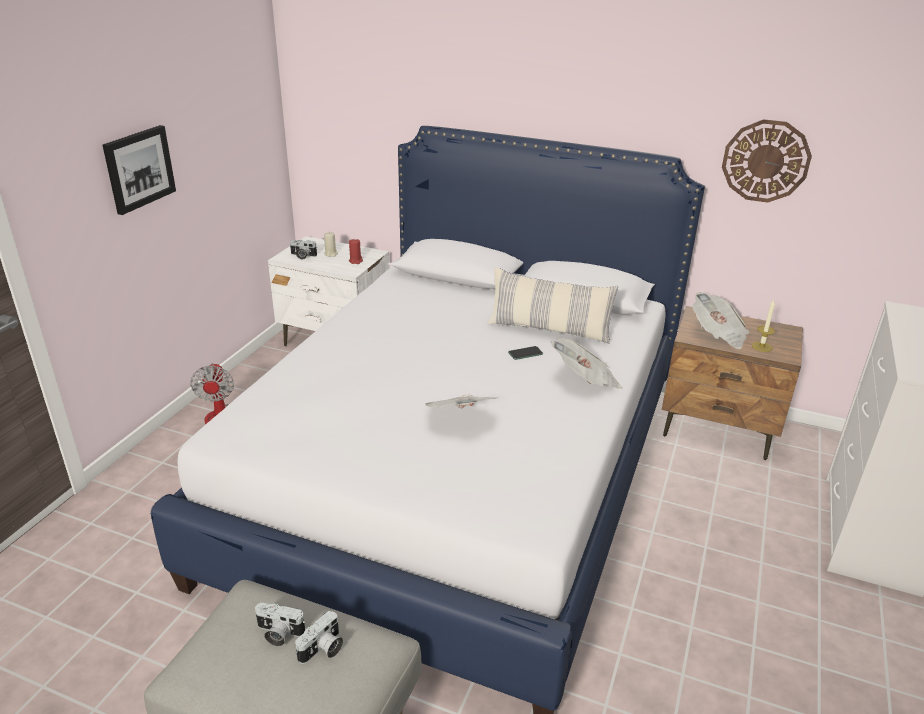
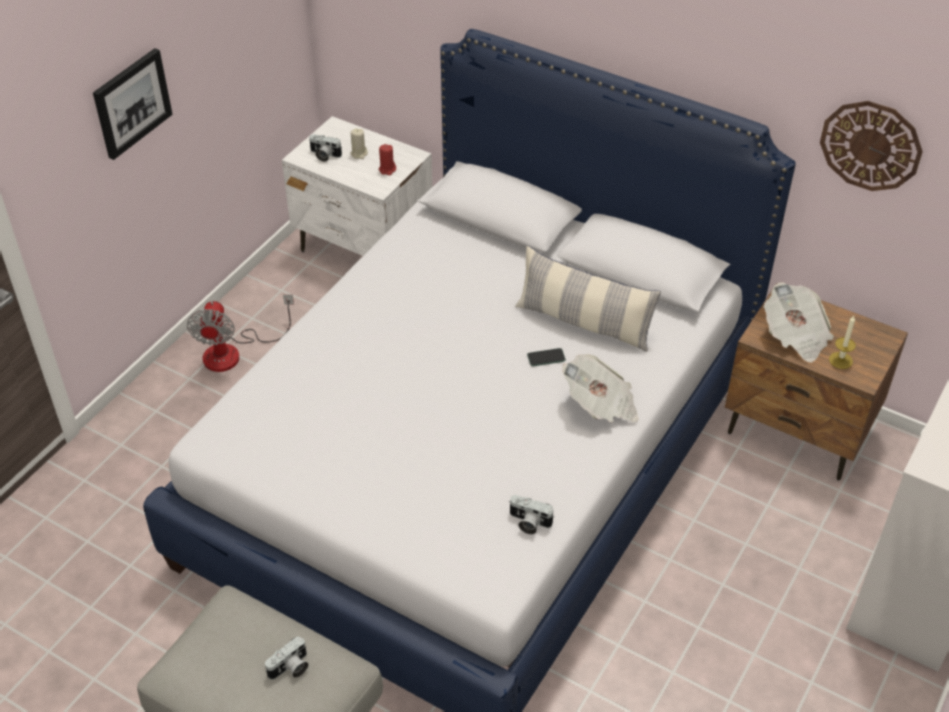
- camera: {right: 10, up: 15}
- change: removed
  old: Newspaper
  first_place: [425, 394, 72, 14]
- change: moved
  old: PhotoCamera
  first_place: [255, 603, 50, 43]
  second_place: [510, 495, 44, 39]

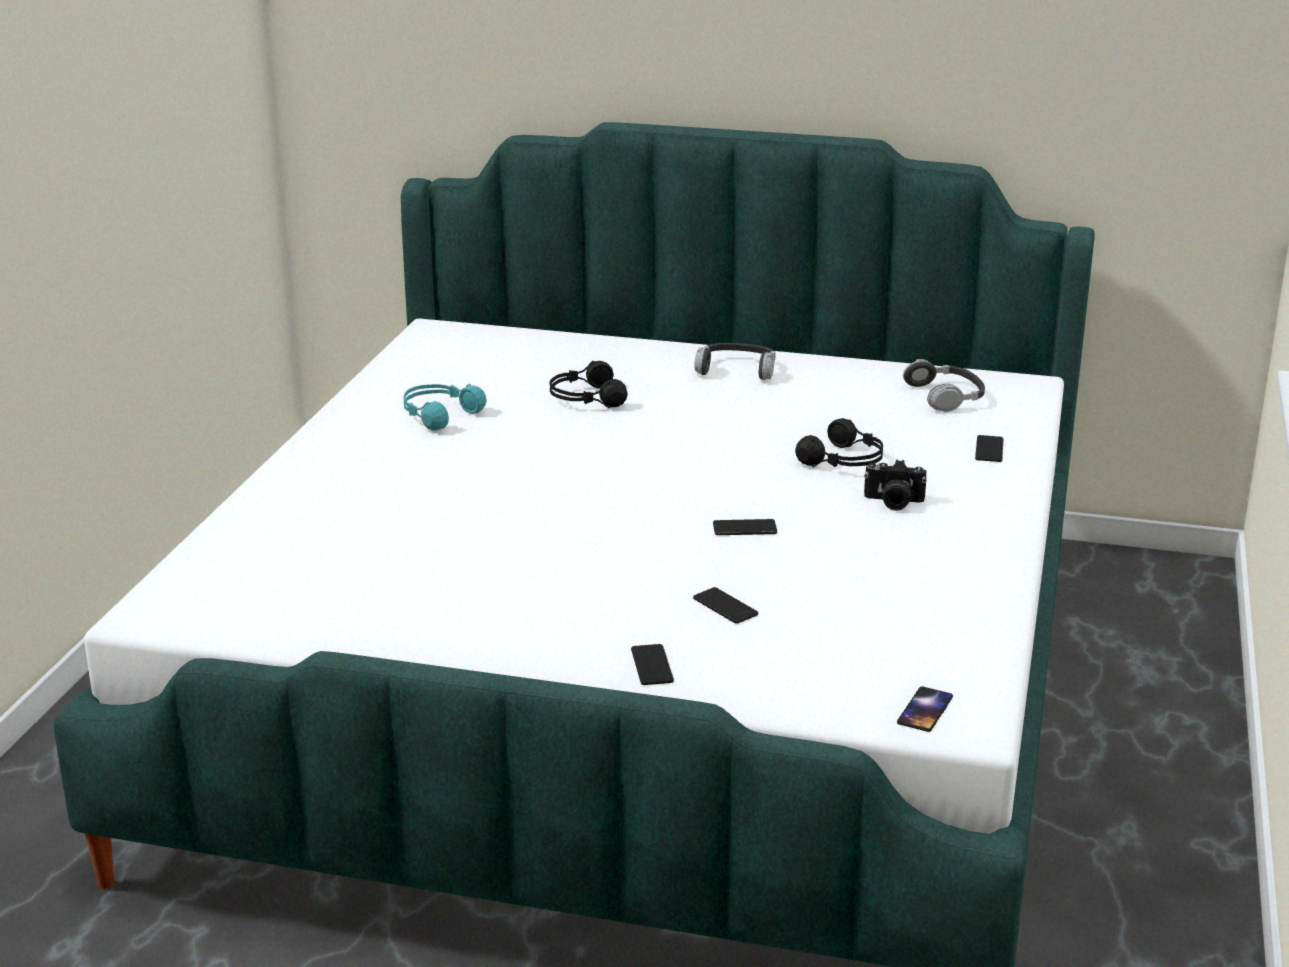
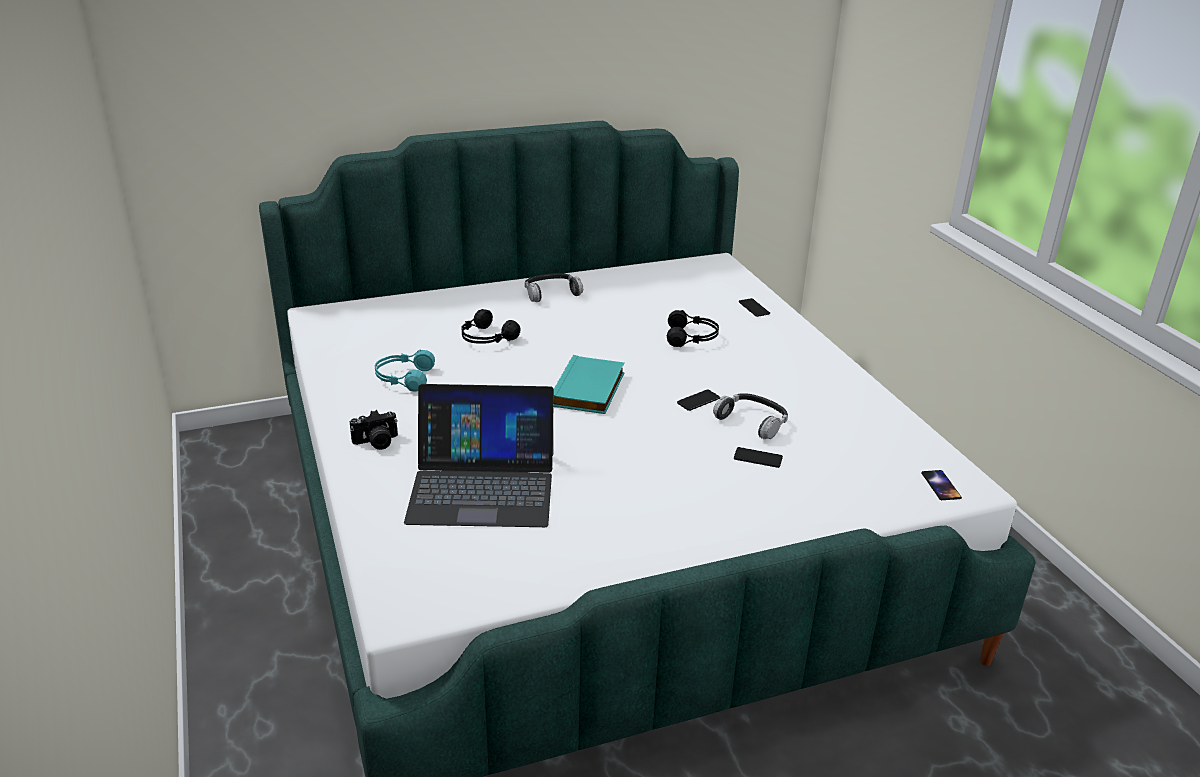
- camera: {right: -35, up: 5}
- change: moved
  old: Headphones
  first_place: [903, 359, 82, 53]
  second_place: [713, 393, 75, 46]
- change: moved
  old: PhotoCamera
  first_place: [864, 459, 63, 52]
  second_place: [350, 410, 48, 40]
- change: removed
  old: Phone
  first_place: [631, 644, 43, 41]
- change: added
  new: TurquoiseBook
  second_place: [553, 355, 72, 59]
- change: added
  new: Laptop
  second_place: [404, 384, 150, 143]

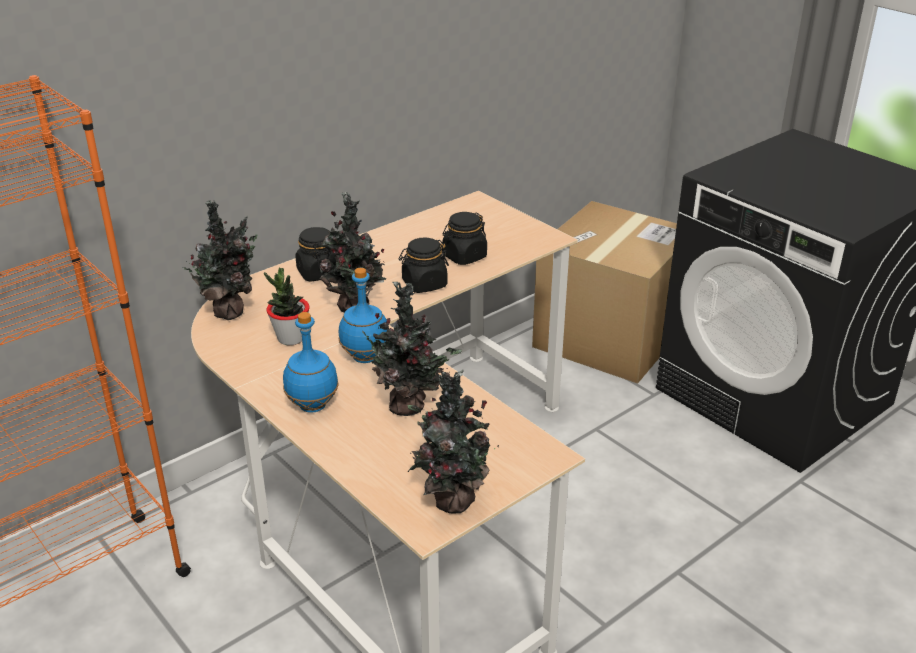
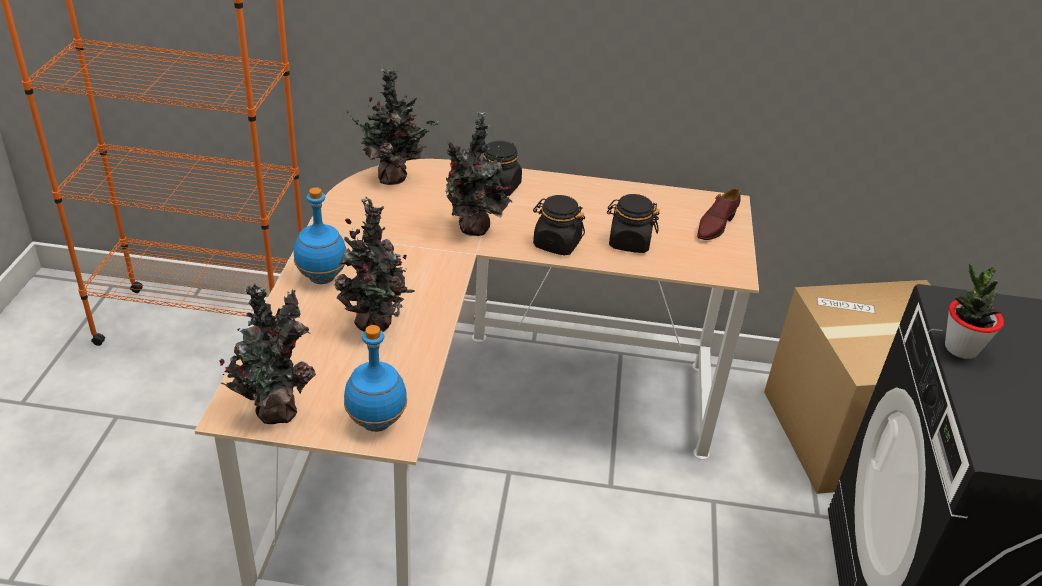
- camera: {right: 45, up: 5}
- change: moved
  old: PottedPlant
  first_place: [264, 268, 46, 77]
  second_place: [945, 263, 59, 96]
- change: moved
  old: BlueBottle
  first_place: [338, 268, 49, 95]
  second_place: [344, 325, 63, 107]
- change: added
  new: BrownShoe
  second_place: [697, 188, 44, 52]

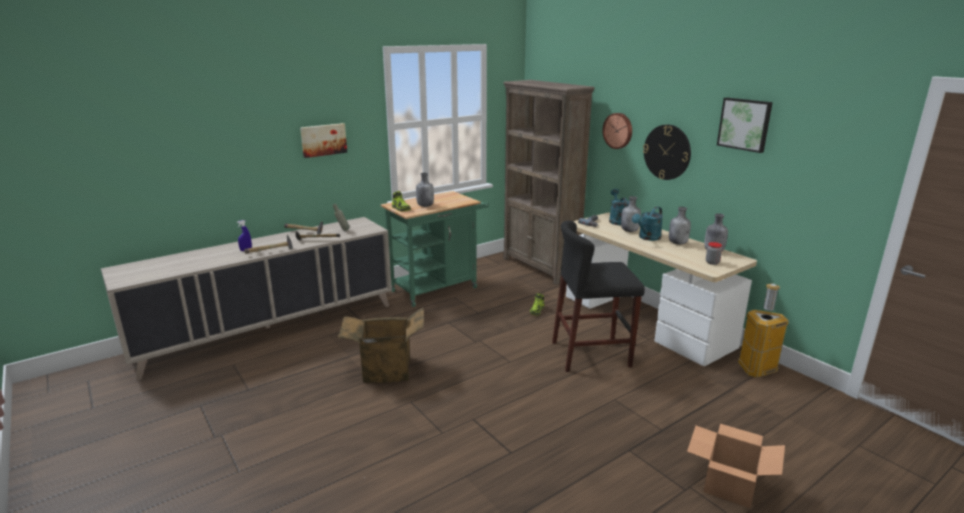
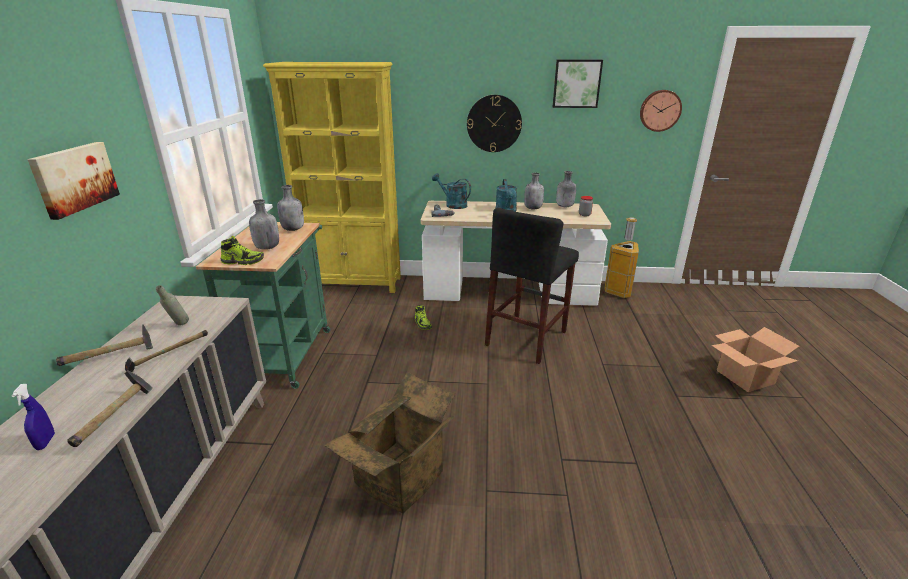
- camera: {right: -50, up: 5}
- change: recoloured
  old: BrownBookcase
  new: YellowBookcase
  first_place: [503, 80, 92, 204]
  second_place: [263, 62, 138, 231]
- change: moved
  old: WallClock
  first_place: [602, 113, 30, 36]
  second_place: [640, 90, 42, 42]
- change: moved
  old: GreyBottle
  first_place: [621, 196, 20, 36]
  second_place: [277, 185, 27, 46]

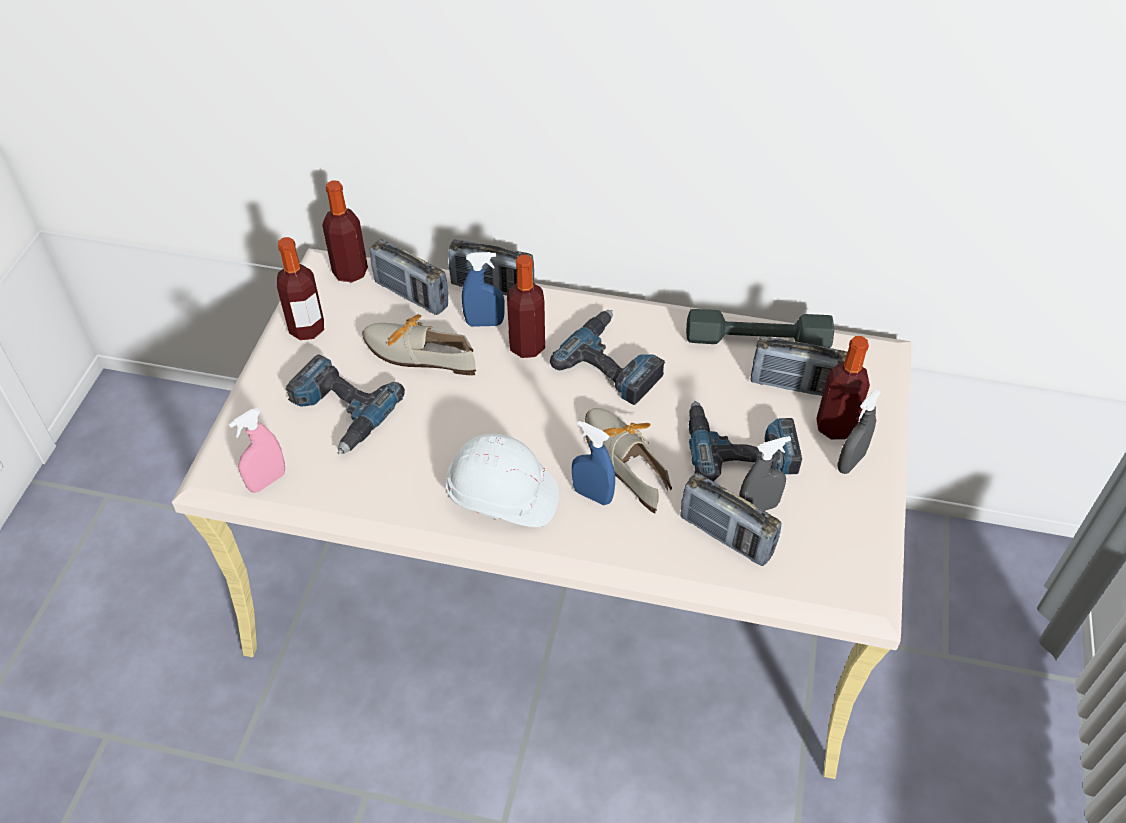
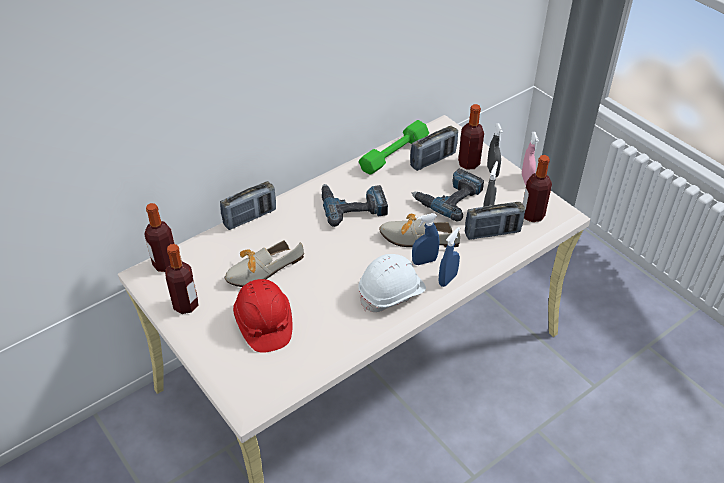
- camera: {right: -50, up: -5}
- change: removed
  old: Radio
  first_place: [370, 239, 78, 76]
- change: moved
  old: BlueSprayBottle
  first_place: [462, 252, 43, 75]
  second_place: [438, 227, 22, 60]
- change: moved
  old: Bottle
  first_place: [507, 255, 38, 103]
  second_place: [523, 155, 29, 67]
- change: recoloured
  old: GreyDumbbell
  new: GreenDumbbell
  first_place: [686, 309, 148, 39]
  second_place: [359, 120, 70, 55]
- change: replaced
  old: PowerDrill
  new: RedHardHat
  first_place: [285, 354, 120, 100]
  second_place: [233, 279, 60, 74]
- change: moved
  old: PinkSprayBottle
  first_place: [229, 408, 56, 85]
  second_place: [522, 132, 17, 53]

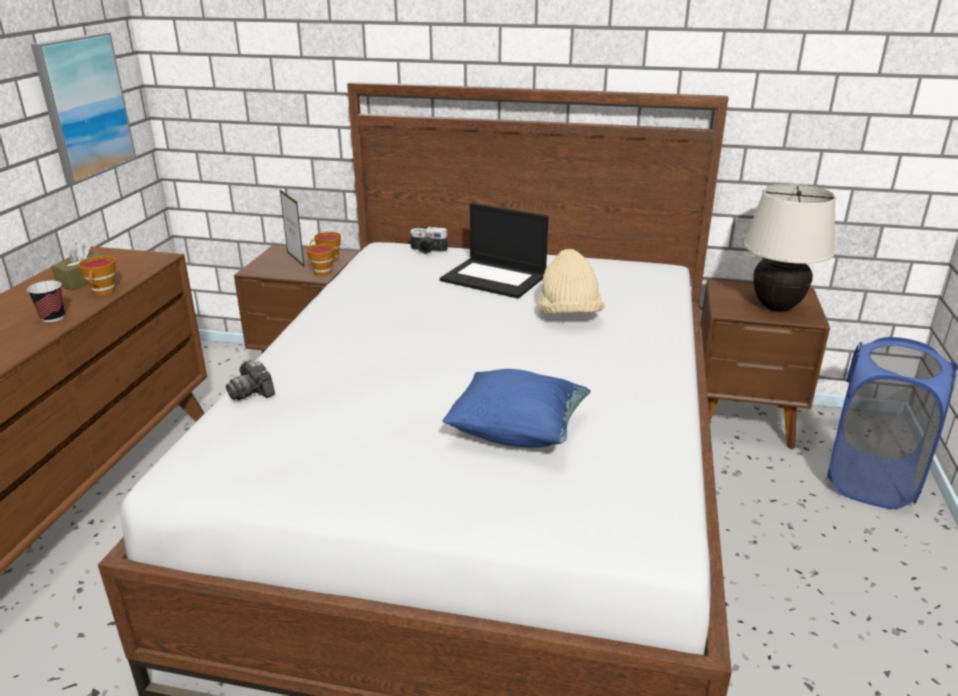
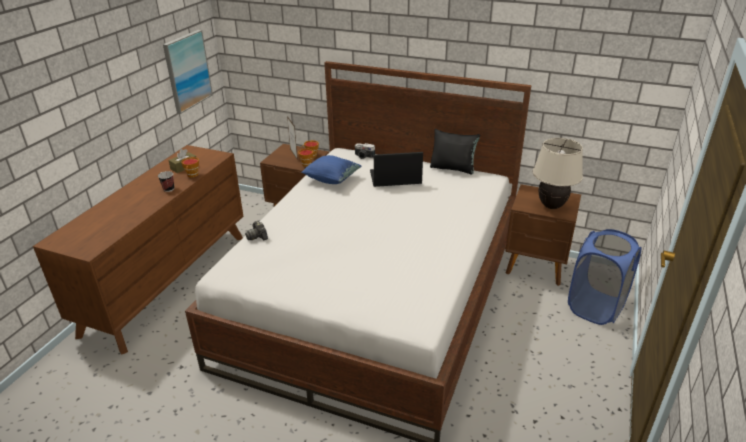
- camera: {right: 10, up: 5}
- change: turned
  old: Laptop
  first_place: [440, 203, 109, 95]
  second_place: [370, 152, 53, 35]
  degrees: 135
- change: removed
  old: BeigeHat
  first_place: [536, 249, 69, 65]
- change: moved
  old: BluePillow
  first_place: [442, 369, 148, 79]
  second_place: [302, 155, 60, 29]
- change: added
  new: BlackPillow
  second_place: [430, 129, 50, 46]

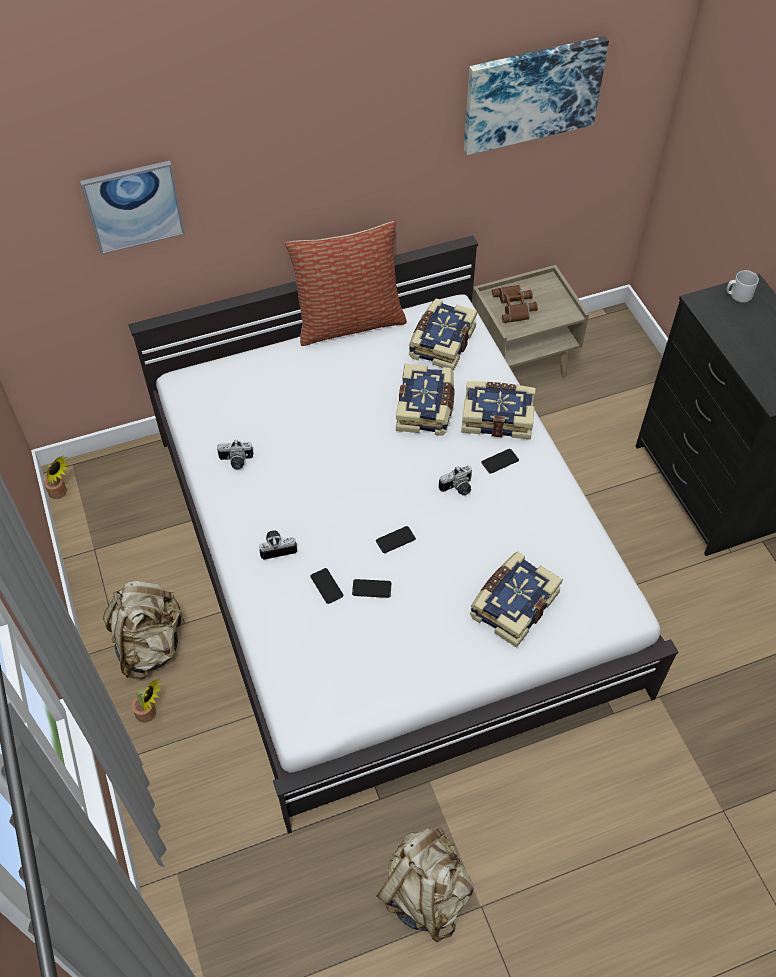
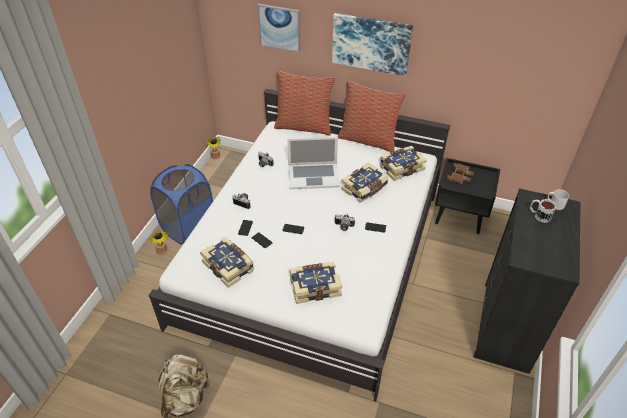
- camera: {right: 40, up: -10}
- change: moved
  old: Picture
  first_place: [464, 36, 145, 119]
  second_place: [332, 13, 81, 63]
- change: recoloured
  old: BeigeNightstand
  new: BlackNightstand
  first_place: [472, 265, 117, 113]
  second_place: [435, 158, 65, 76]
- change: moved
  old: Book
  first_place: [461, 381, 75, 59]
  second_place: [200, 237, 54, 51]
- change: replaced
  old: BeigeBackpack
  new: BlueLaundryBasket
  first_place: [103, 581, 83, 99]
  second_place: [150, 164, 63, 81]
- change: added
  new: Pillow
  second_place: [274, 71, 61, 64]
- change: added
  new: Laptop
  second_place: [287, 137, 53, 52]
- change: added
  new: Mug
  second_place: [530, 199, 27, 24]

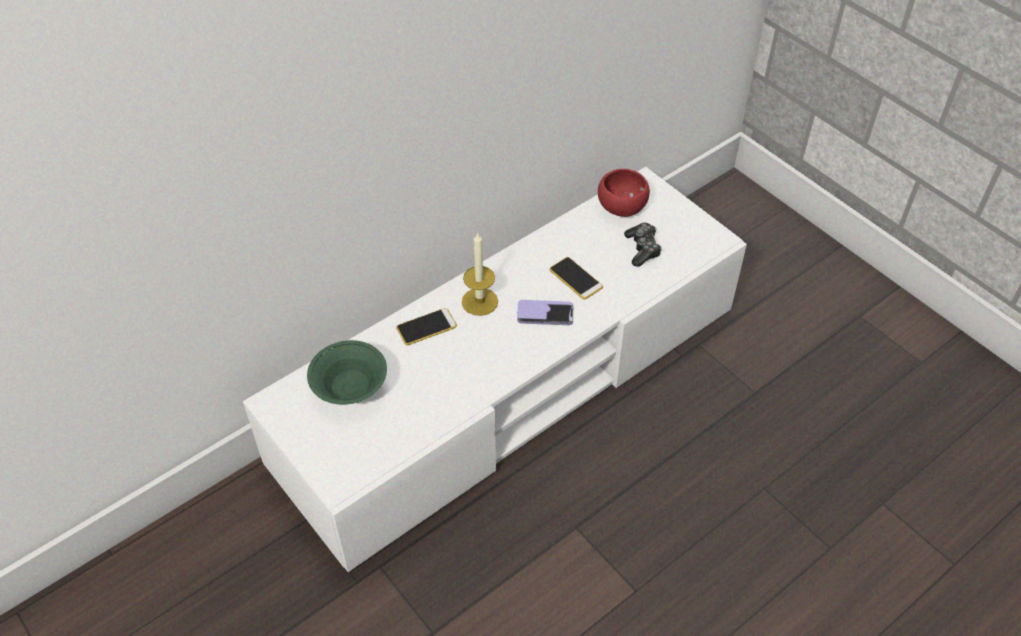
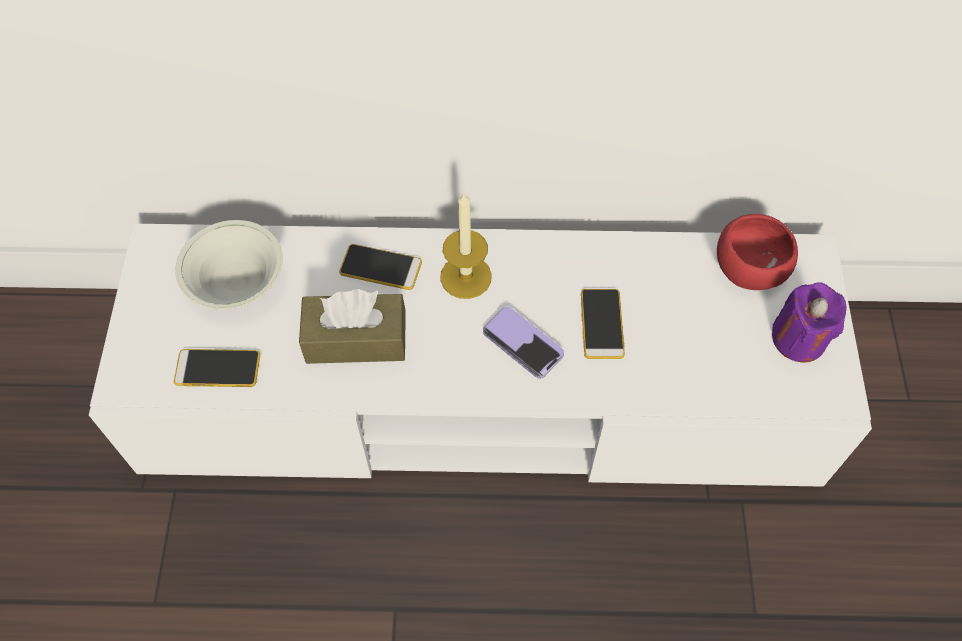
- camera: {right: 40, up: 10}
- change: removed
  old: GameController
  first_place: [624, 223, 38, 44]
- change: recoloured
  old: GreenBowl
  new: WhiteBowl
  first_place: [307, 340, 80, 65]
  second_place: [175, 220, 108, 90]
- change: added
  new: PurpleCandle
  second_place: [772, 282, 75, 80]
- change: added
  new: BrownTissueBox
  second_place: [299, 289, 106, 75]
- change: added
  new: Phone
  second_place: [174, 349, 86, 38]

